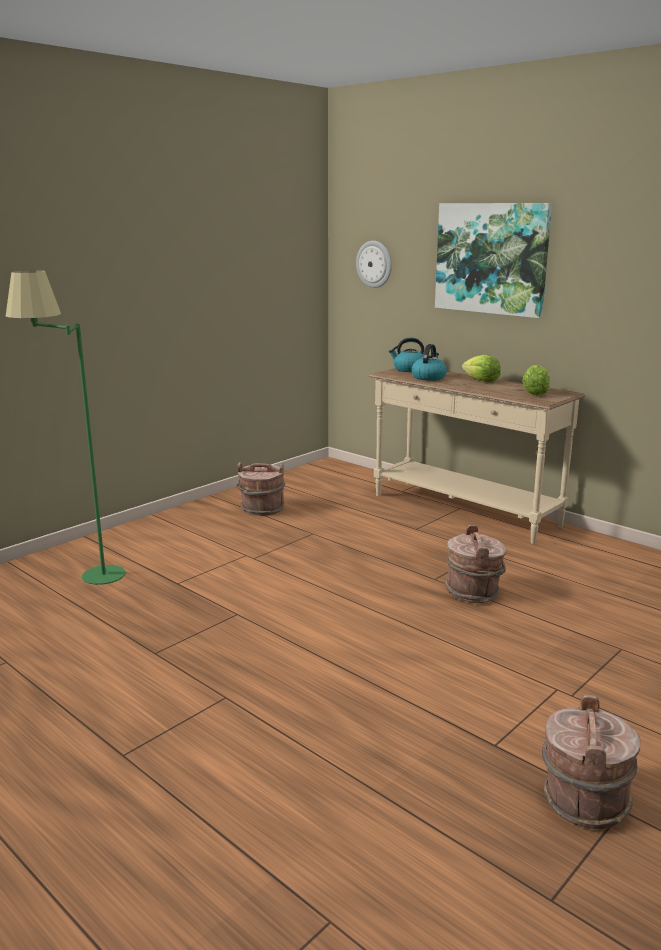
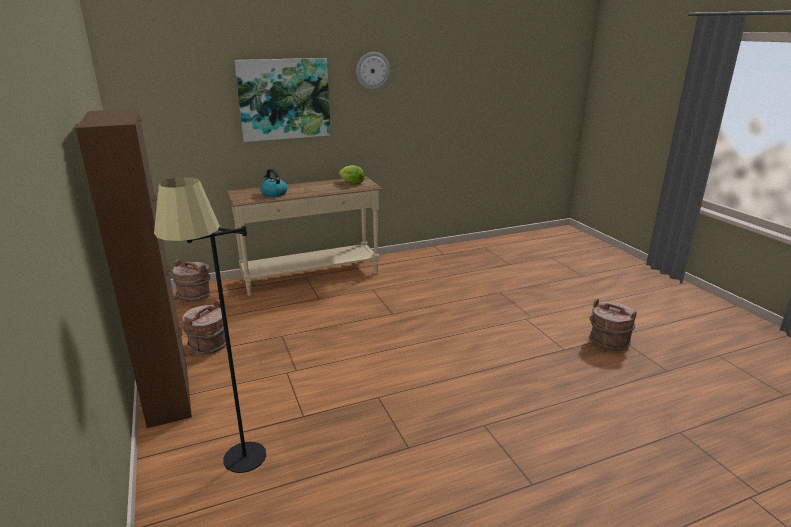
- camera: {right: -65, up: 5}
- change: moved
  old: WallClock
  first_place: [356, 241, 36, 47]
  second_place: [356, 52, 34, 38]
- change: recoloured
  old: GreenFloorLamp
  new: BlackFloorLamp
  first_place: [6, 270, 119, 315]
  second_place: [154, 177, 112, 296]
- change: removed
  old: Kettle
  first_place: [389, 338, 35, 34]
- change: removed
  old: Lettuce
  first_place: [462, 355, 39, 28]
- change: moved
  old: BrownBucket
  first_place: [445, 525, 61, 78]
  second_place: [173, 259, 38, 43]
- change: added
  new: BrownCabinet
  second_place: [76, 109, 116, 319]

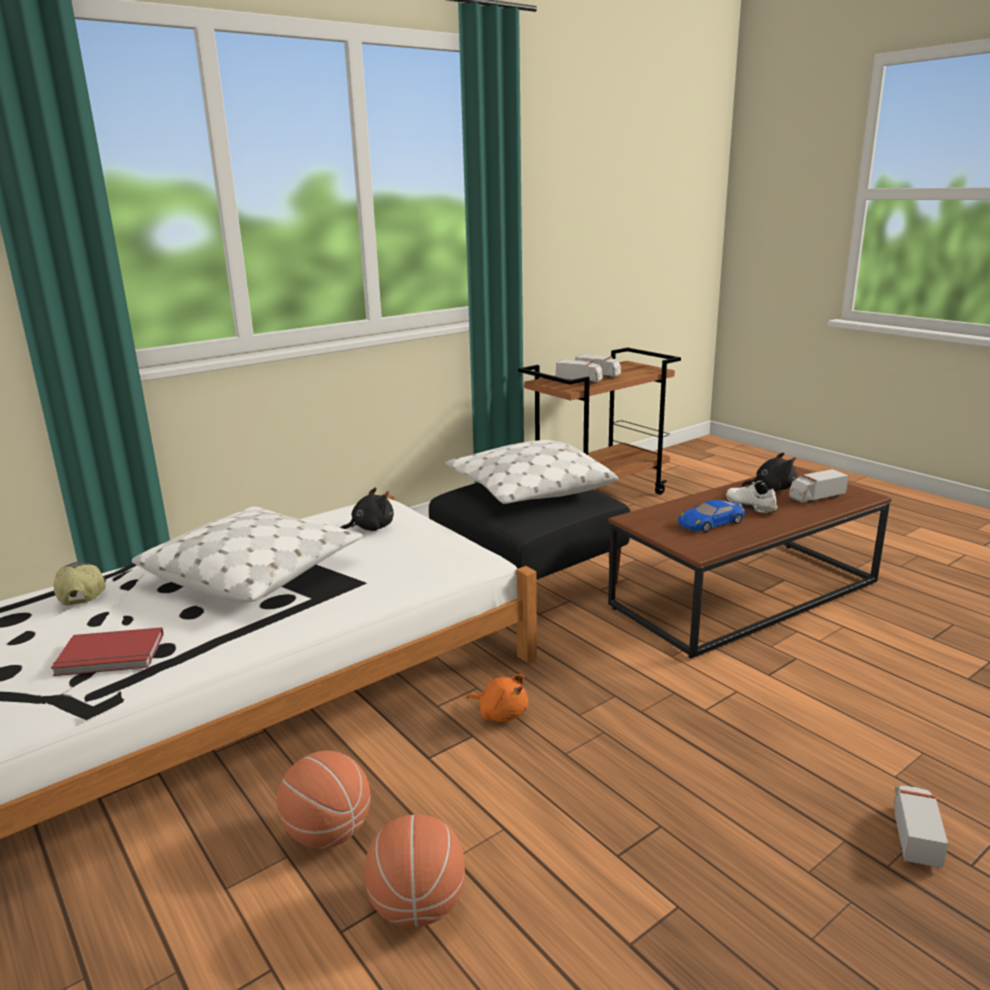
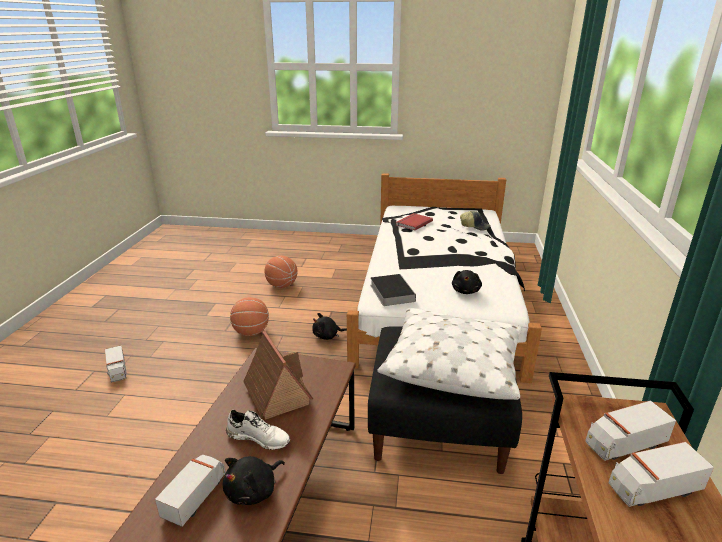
- camera: {right: 135, up: 5}
- change: replaced
  old: BlueToyCar
  new: ToyHouse
  first_place: [678, 500, 67, 33]
  second_place: [243, 331, 70, 89]
- change: removed
  old: WhitePillow
  first_place: [132, 506, 231, 96]
- change: recoloured
  old: OrangePlushToy
  new: BlackPlushToy
  first_place: [467, 674, 61, 48]
  second_place: [312, 313, 35, 27]
- change: moved
  old: Basketball
  first_place: [277, 751, 94, 98]
  second_place: [230, 297, 39, 39]
- change: added
  new: Book
  second_place: [370, 274, 46, 32]

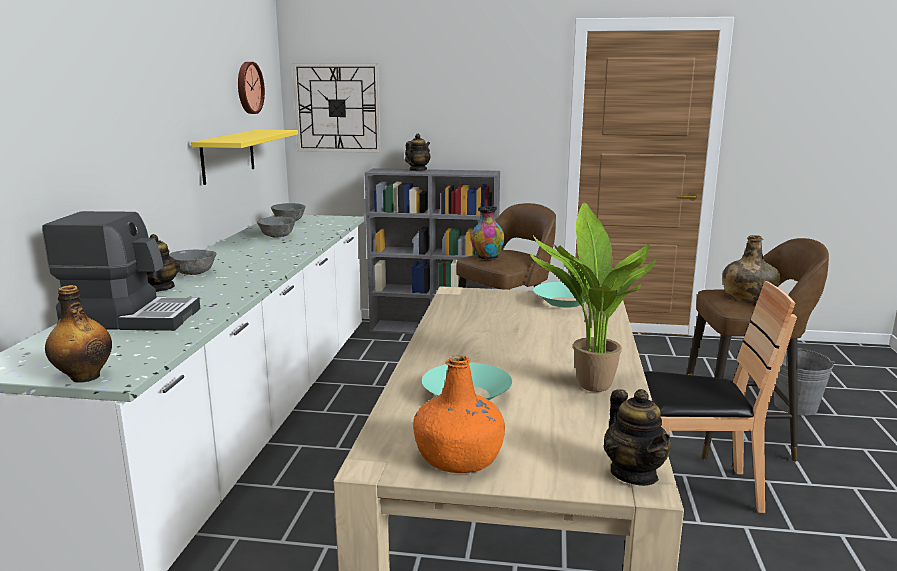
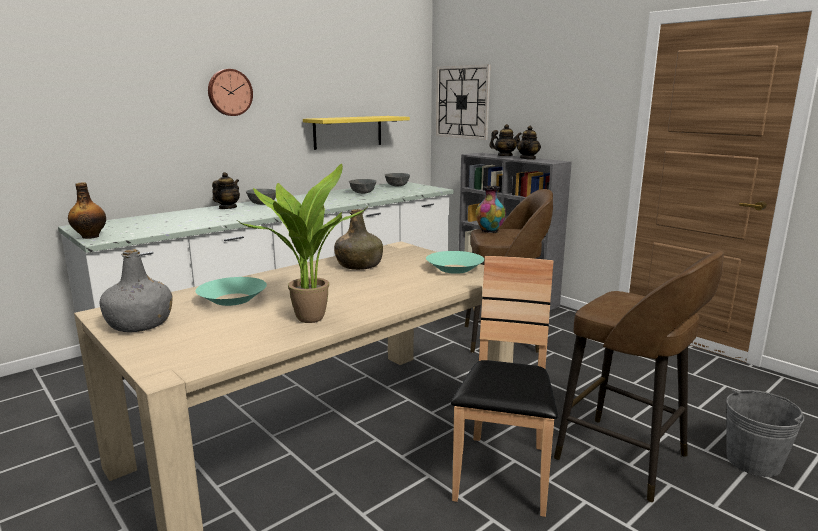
- camera: {right: 40, up: 0}
- change: moved
  old: WallClock
  first_place: [238, 62, 27, 52]
  second_place: [208, 69, 45, 47]
- change: removed
  old: CoffeeMachine
  first_place: [42, 211, 158, 120]
- change: moved
  old: GreenBottle
  first_place: [722, 235, 58, 66]
  second_place: [334, 209, 49, 61]
- change: turned
  old: BrownChair
  first_place: [644, 281, 153, 232]
  second_place: [451, 256, 107, 261]
  degrees: -120
- change: recoloured
  old: OrangeBottle
  new: GreyBottle
  first_place: [413, 355, 92, 118]
  second_place: [99, 249, 73, 83]
- change: moved
  old: Teapot
  first_place: [603, 389, 68, 97]
  second_place: [517, 126, 24, 34]

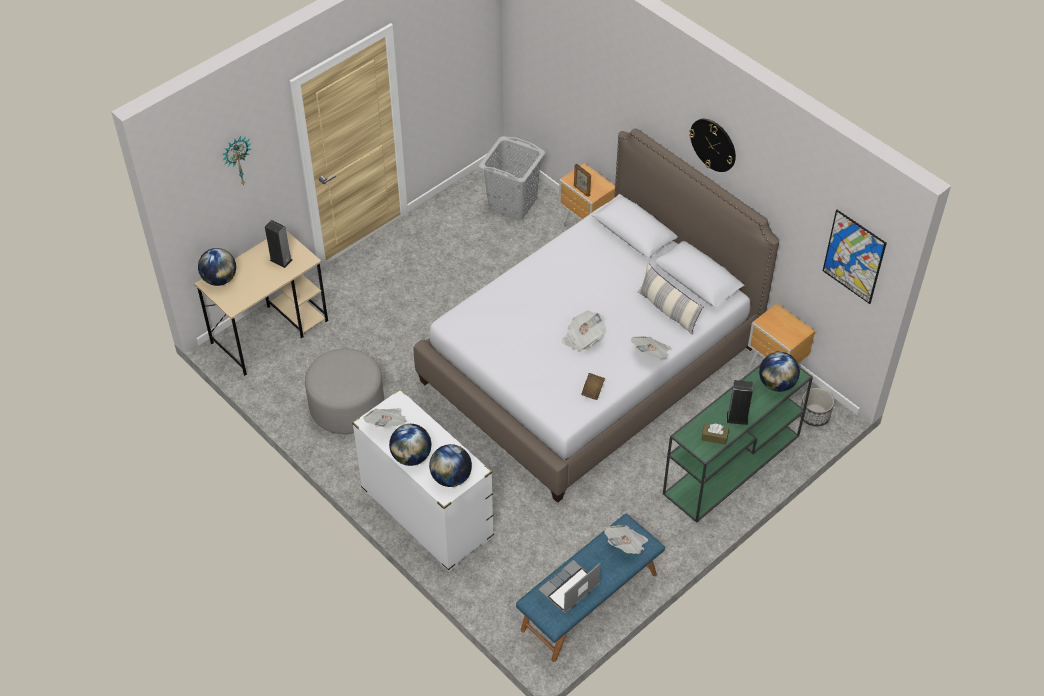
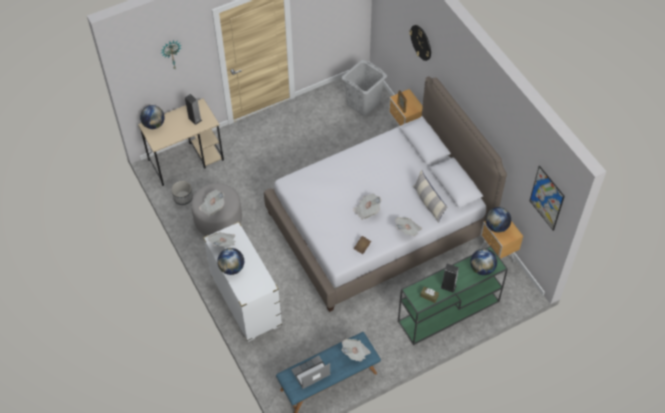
- camera: {right: 15, up: 5}
- change: moved
  old: WallClock
  first_place: [689, 118, 47, 54]
  second_place: [409, 25, 22, 36]
- change: moved
  old: Planter
  first_place: [800, 388, 34, 38]
  second_place: [172, 181, 21, 24]
- change: moved
  old: Globe
  first_place: [429, 444, 43, 43]
  second_place: [486, 207, 25, 26]
- change: added
  new: Newspaper
  second_place: [199, 189, 25, 27]

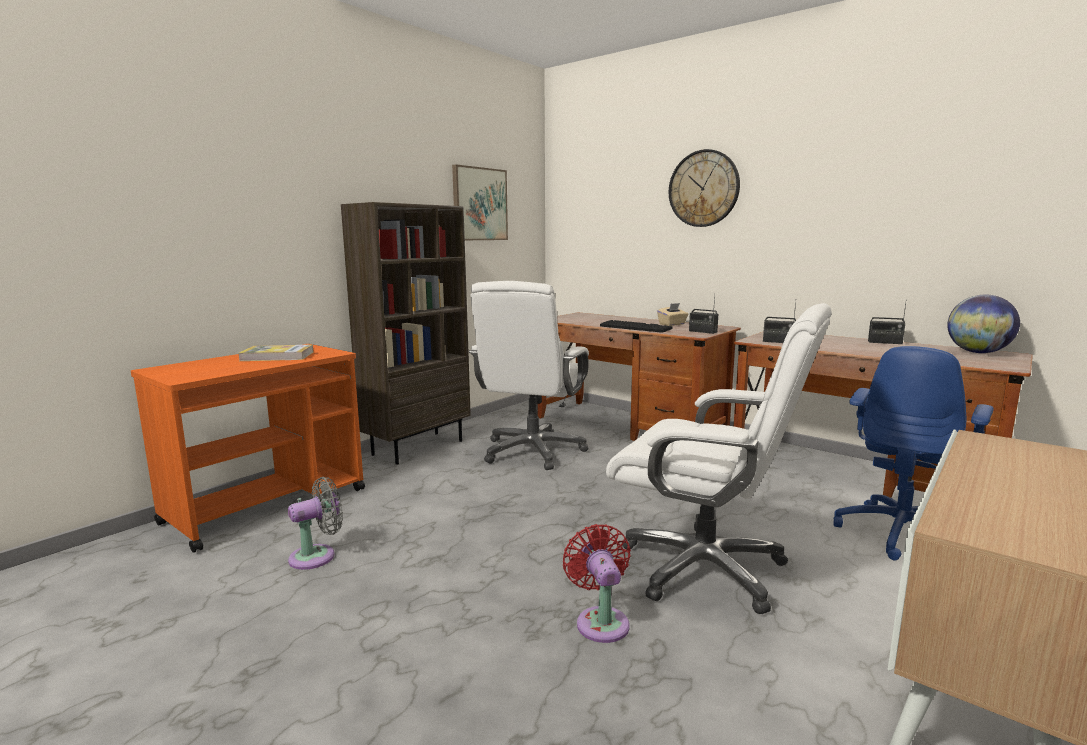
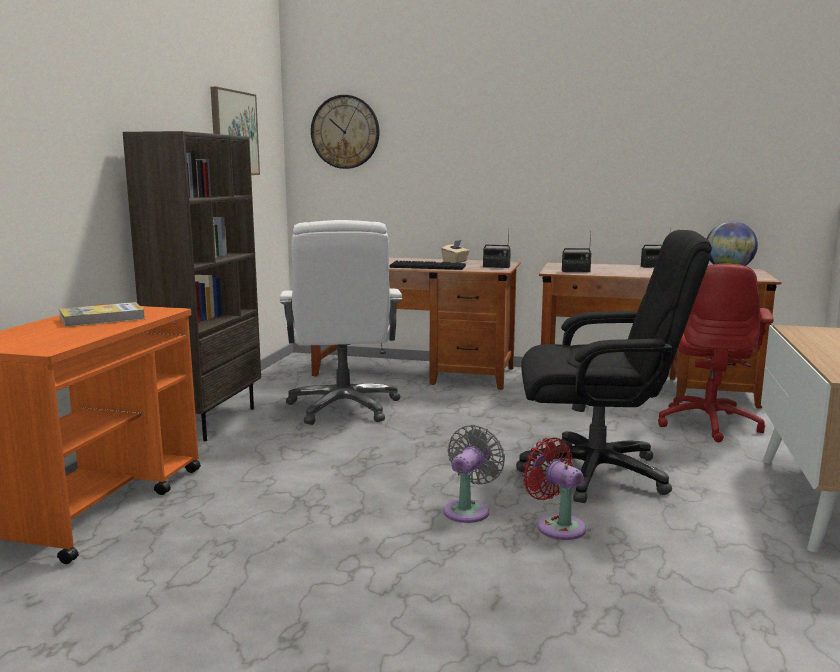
- camera: {right: -25, up: 0}
- change: moved
  old: WallClock
  first_place: [669, 149, 71, 78]
  second_place: [311, 95, 68, 74]
- change: recoloured
  old: WhiteOfficeChair
  new: BlackOfficeChair
  first_place: [606, 303, 226, 311]
  second_place: [516, 230, 196, 273]
- change: recoloured
  old: BlueOfficeChair
  new: RedOfficeChair
  first_place: [833, 346, 161, 214]
  second_place: [658, 264, 116, 178]
- change: moved
  old: GreyFan
  first_place: [288, 477, 55, 93]
  second_place: [443, 425, 62, 98]

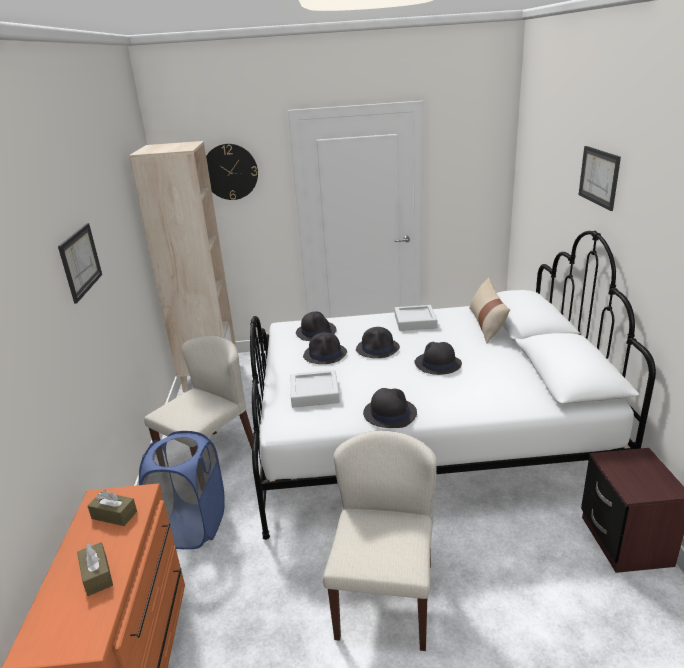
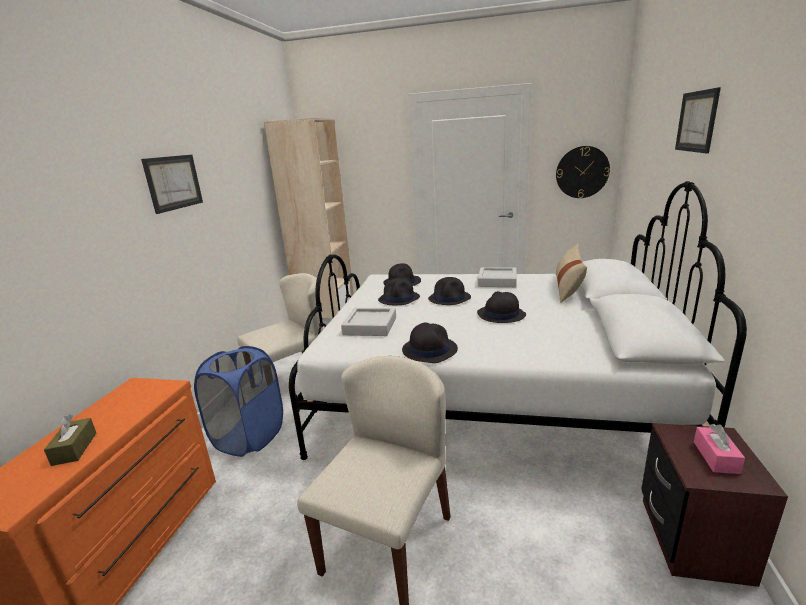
- camera: {right: 15, up: -5}
- change: moved
  old: WallClock
  first_place: [206, 144, 52, 56]
  second_place: [556, 146, 54, 52]
- change: removed
  old: BrownTissueBox
  first_place: [88, 490, 49, 36]
- change: added
  new: PinkTissueBox
  second_place: [694, 424, 51, 50]

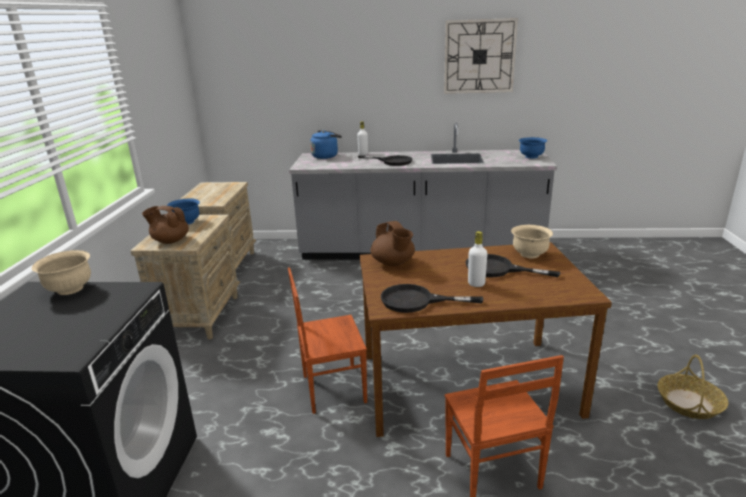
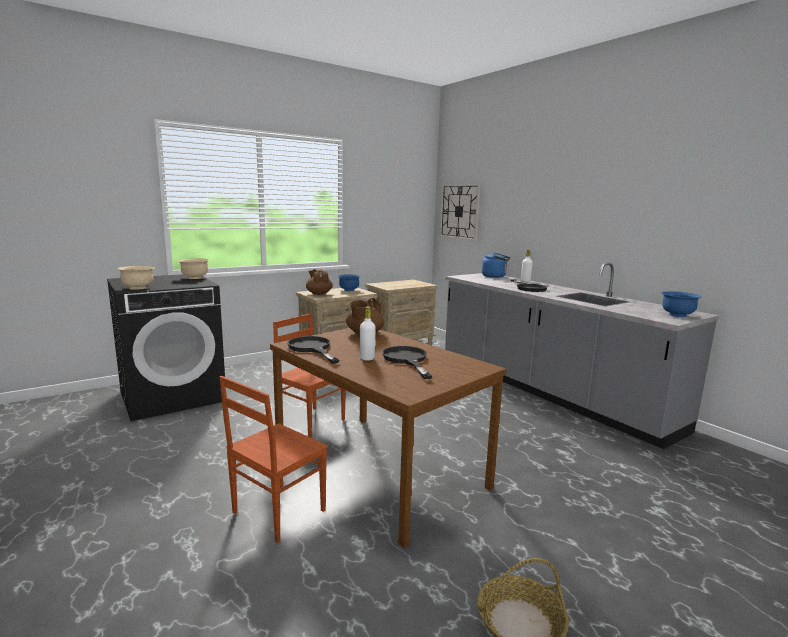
- camera: {right: 50, up: -10}
- change: moved
  old: WallClock
  first_place: [444, 18, 74, 76]
  second_place: [440, 184, 41, 57]
- change: moved
  old: BeigeBowl
  first_place: [511, 225, 42, 33]
  second_place: [117, 266, 38, 24]

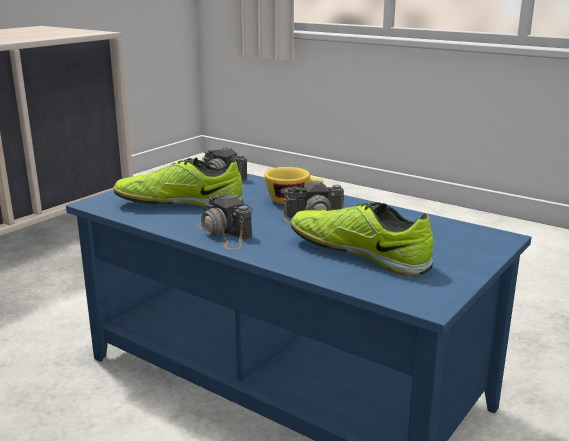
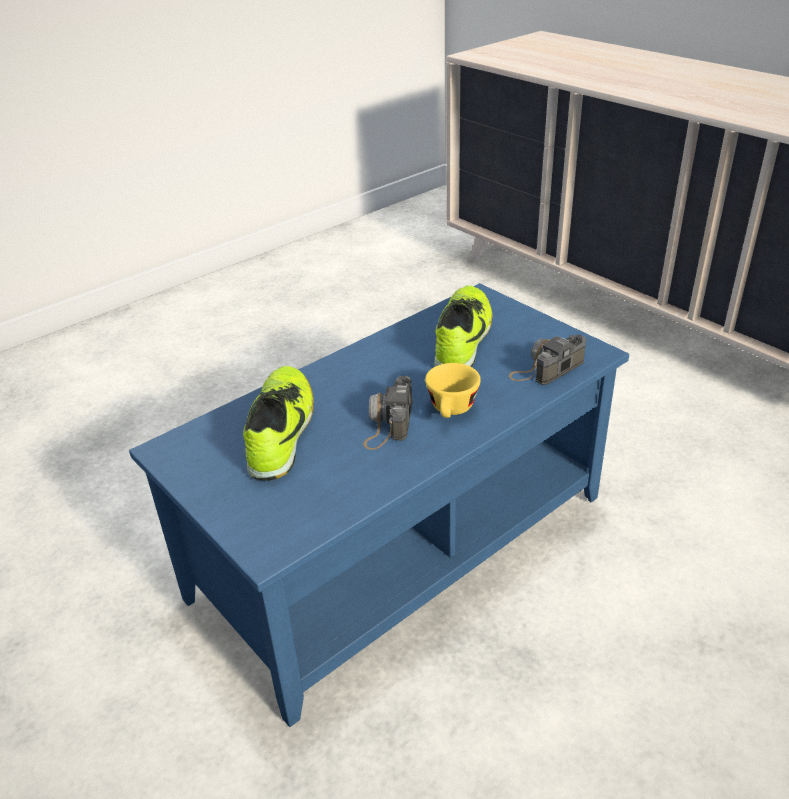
- camera: {right: 105, up: 15}
- change: removed
  old: PhotoCamera
  first_place: [196, 193, 56, 57]
- change: turned
  old: Shoe
  first_place: [291, 202, 142, 74]
  second_place: [243, 366, 71, 114]
  degrees: -45

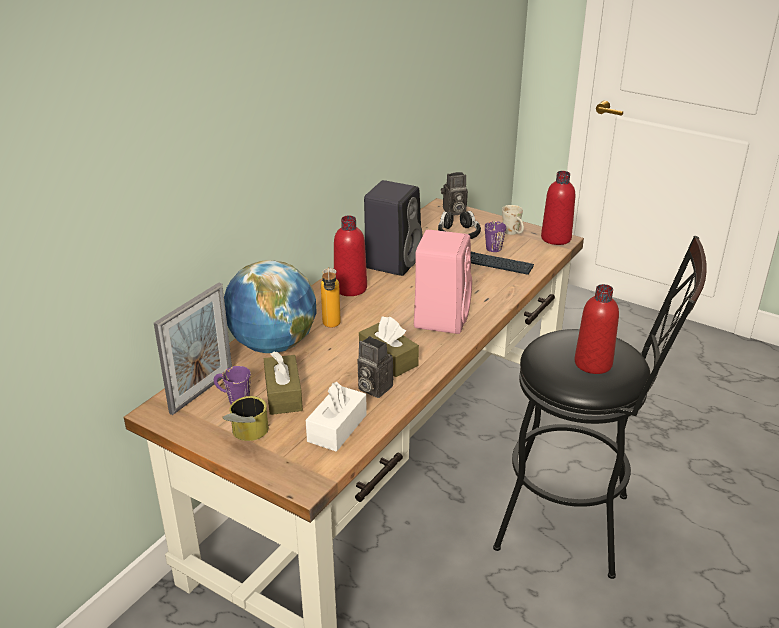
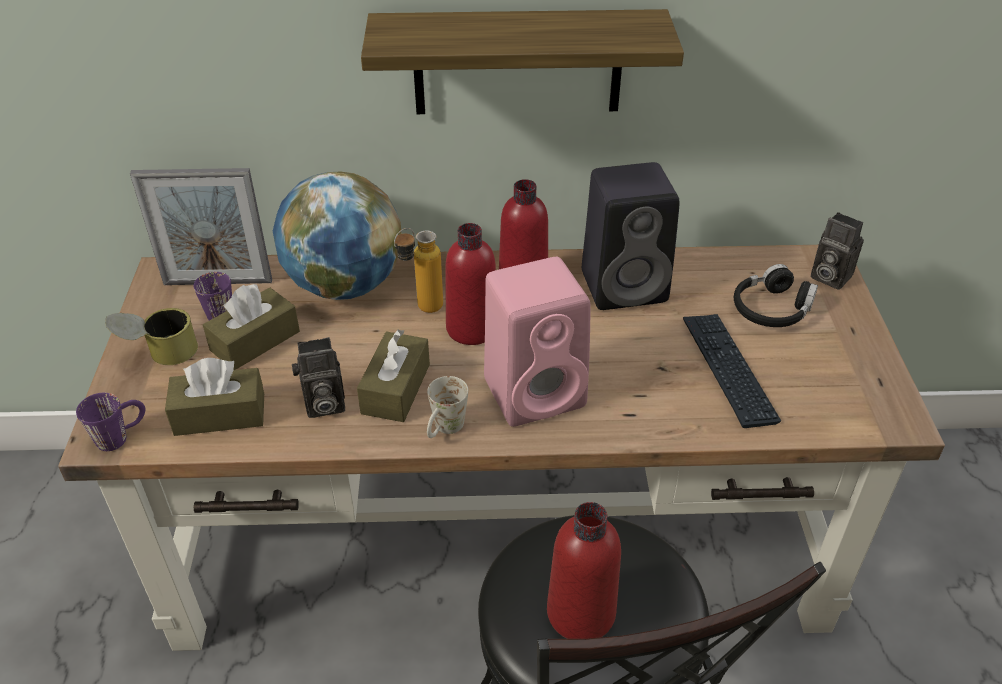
- camera: {right: 55, up: 10}
- change: moved
  old: RedBottle
  first_place: [541, 171, 34, 74]
  second_place: [445, 223, 51, 122]
- change: moved
  old: WhiteMug
  first_place: [502, 205, 22, 30]
  second_place: [427, 376, 41, 62]
- change: moved
  old: PurpleMug
  first_place: [485, 221, 21, 31]
  second_place: [76, 393, 69, 58]
- change: turned
  old: PhotoCamera
  first_place: [357, 336, 37, 62]
  second_place: [292, 337, 53, 81]
  degrees: -105
- change: recoloured
  old: WhiteTissueBox
  new: BrownTissueBox
  first_place: [306, 382, 61, 70]
  second_place: [165, 358, 99, 78]
- change: added
  new: Shelf
  second_place: [361, 9, 323, 105]

